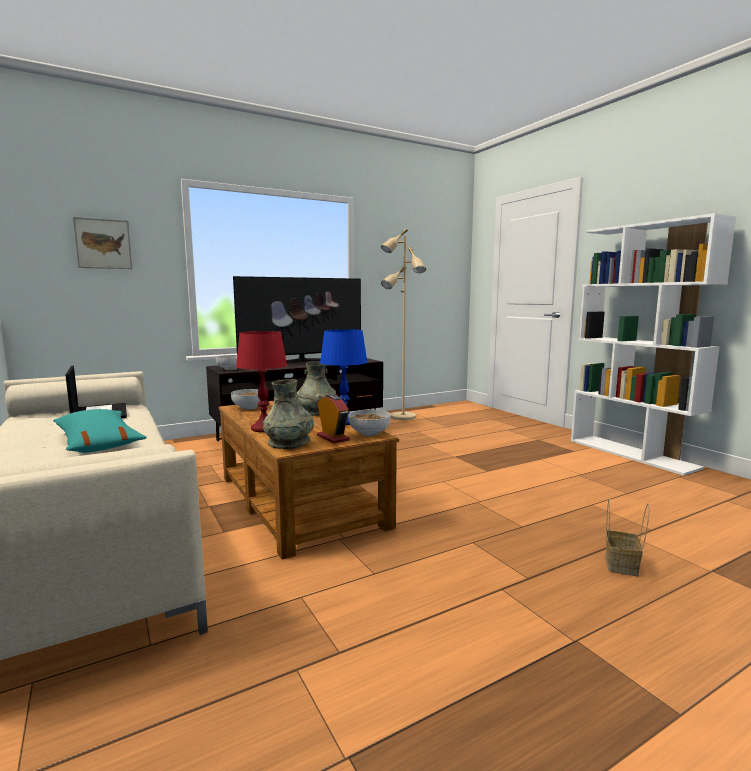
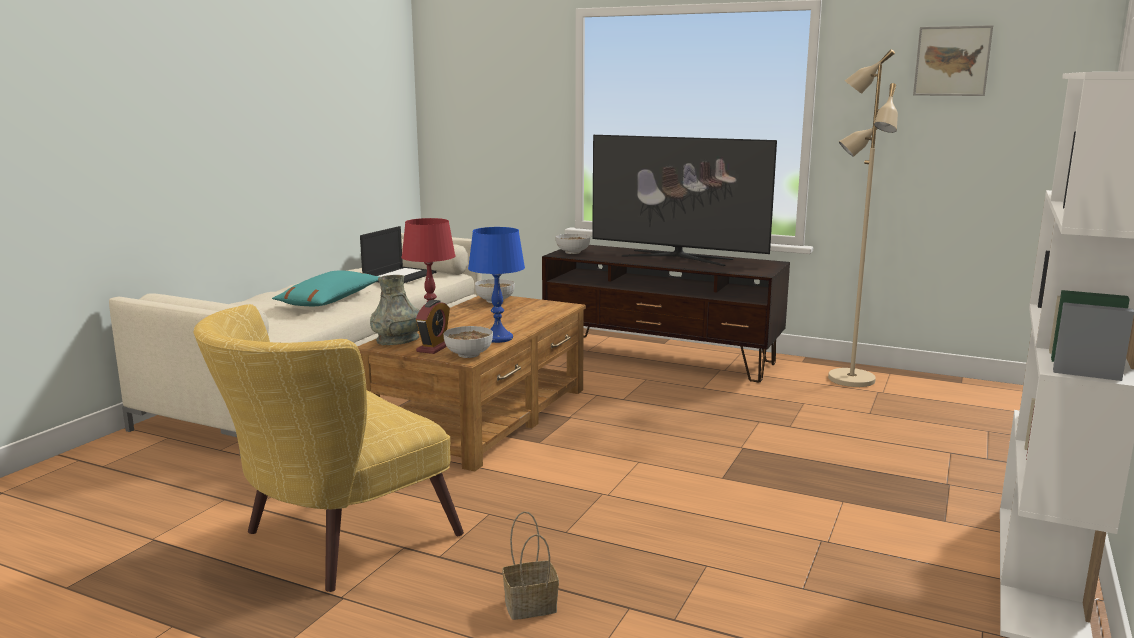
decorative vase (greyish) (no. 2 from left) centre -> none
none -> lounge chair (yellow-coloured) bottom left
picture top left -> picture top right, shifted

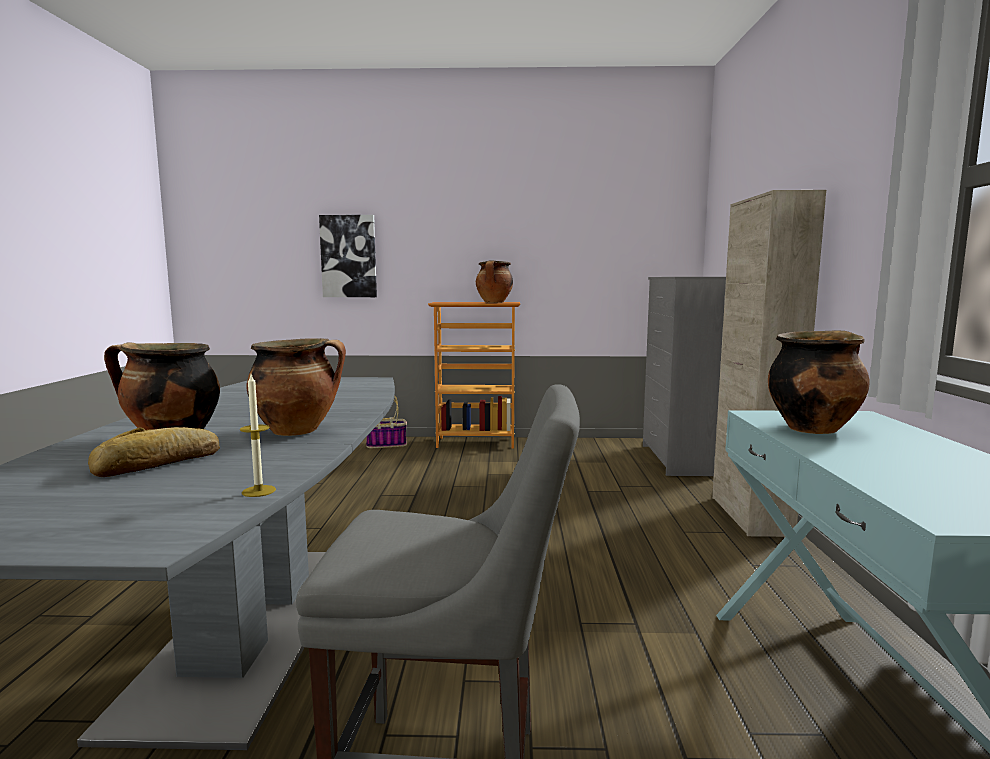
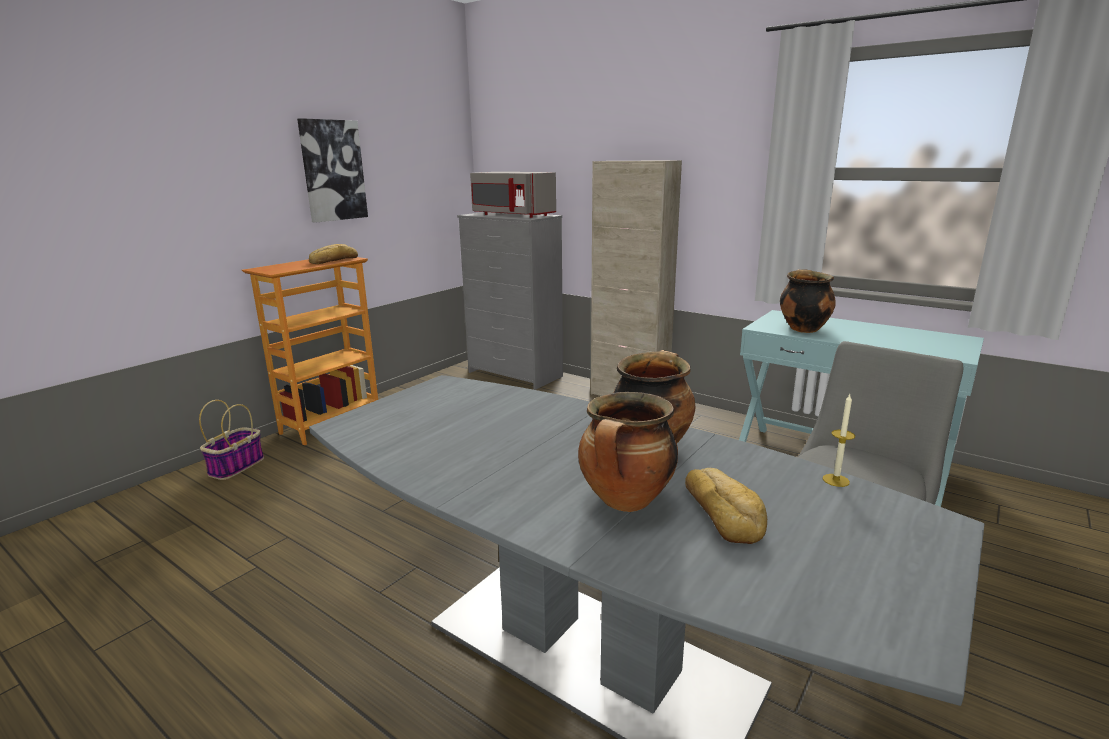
none -> microwave (greyish) top centre
picture centre -> picture top left, shifted
stockpot (no. 3 from left) centre -> bread (no. 1 from left) middle left

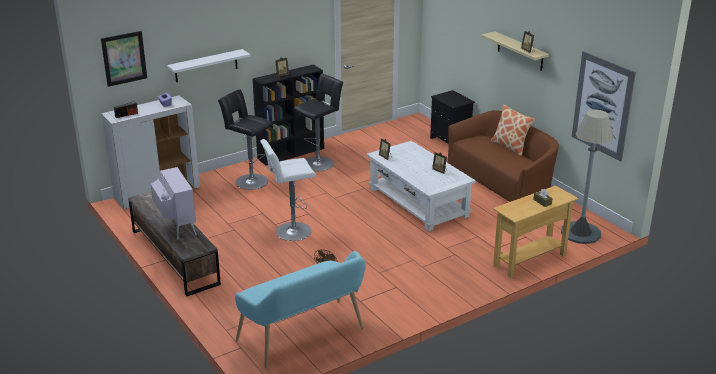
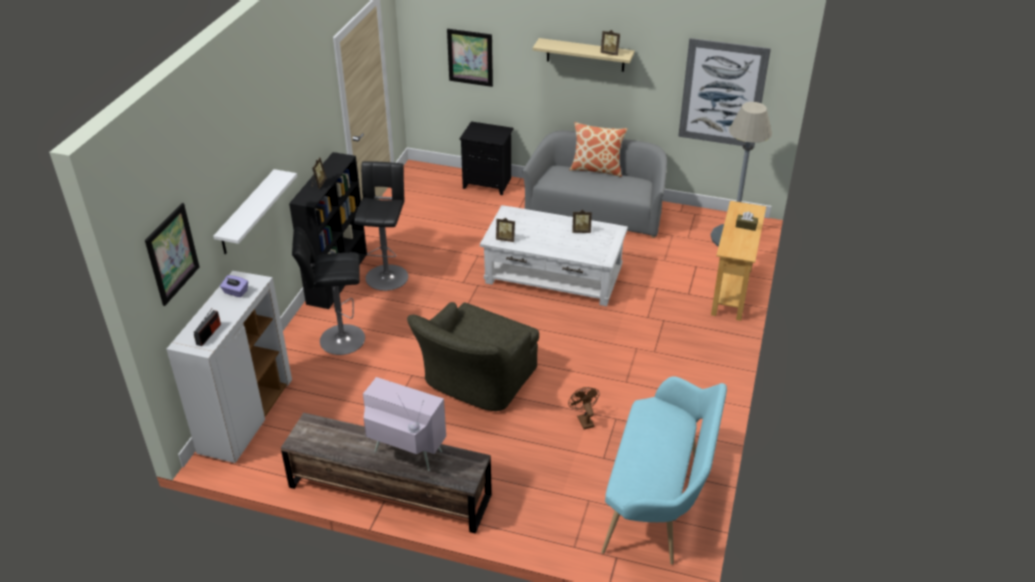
none -> picture (no. 2 from left) top centre
sitting stool (whitish) centre -> lounge chair (green) centre
settee (brown-coloured) middle right -> settee (greyish) top centre

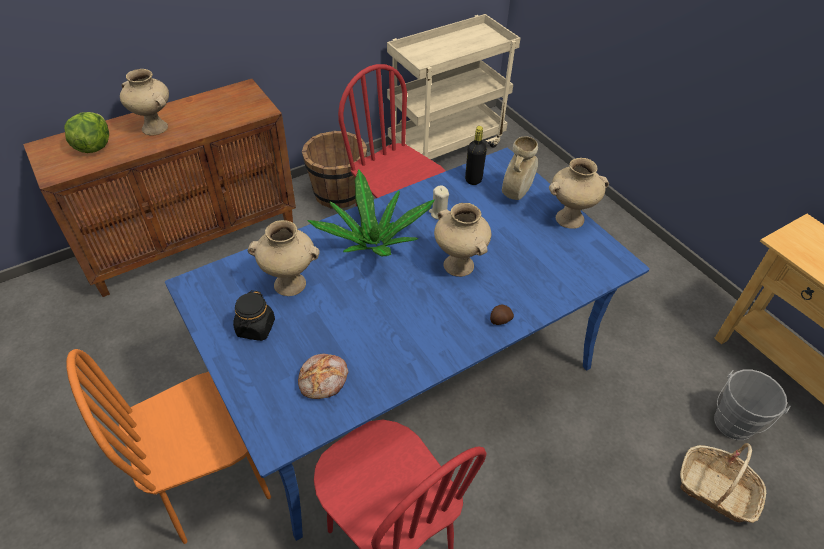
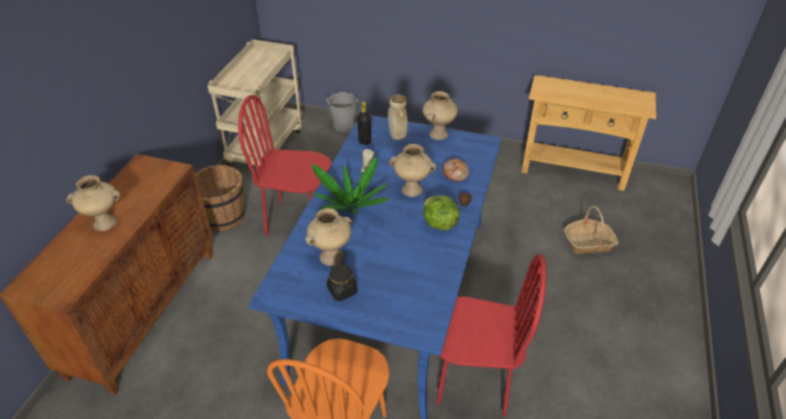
lettuce top left -> lettuce centre, shifted
bread bottom centre -> bread centre, shifted
bucket (greyish) bottom right -> bucket (greyish) top centre, shifted

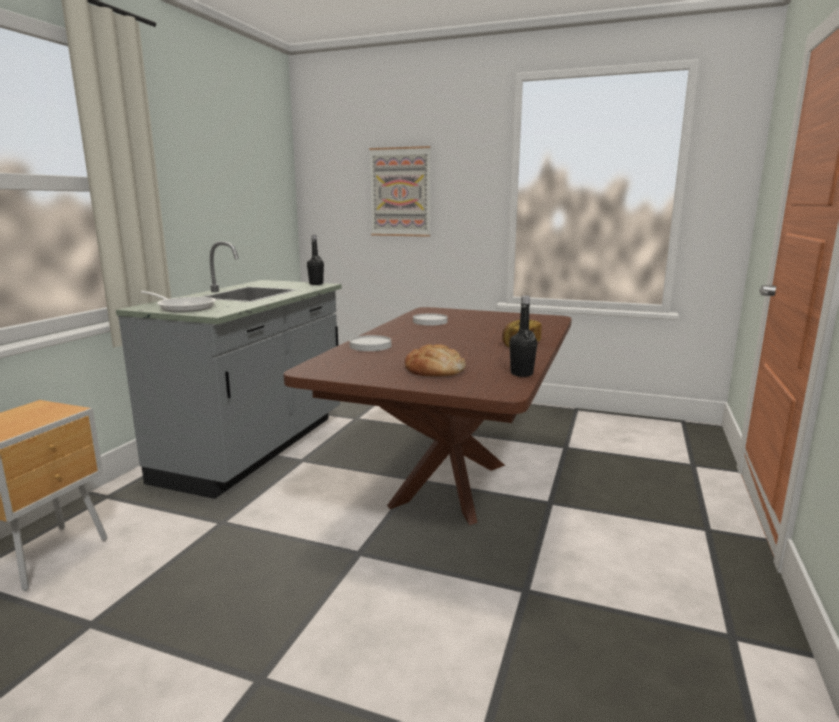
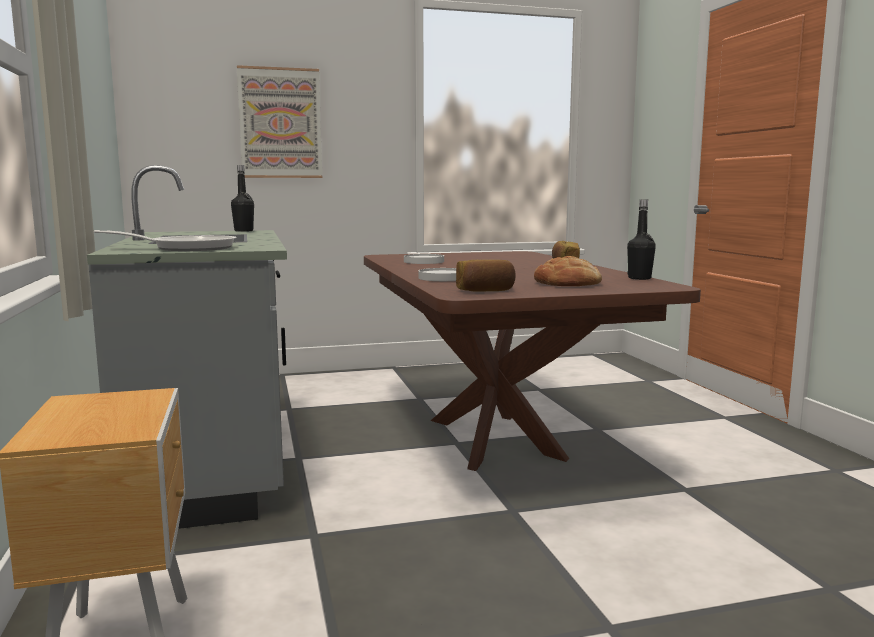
none -> bread (no. 1 from left) centre

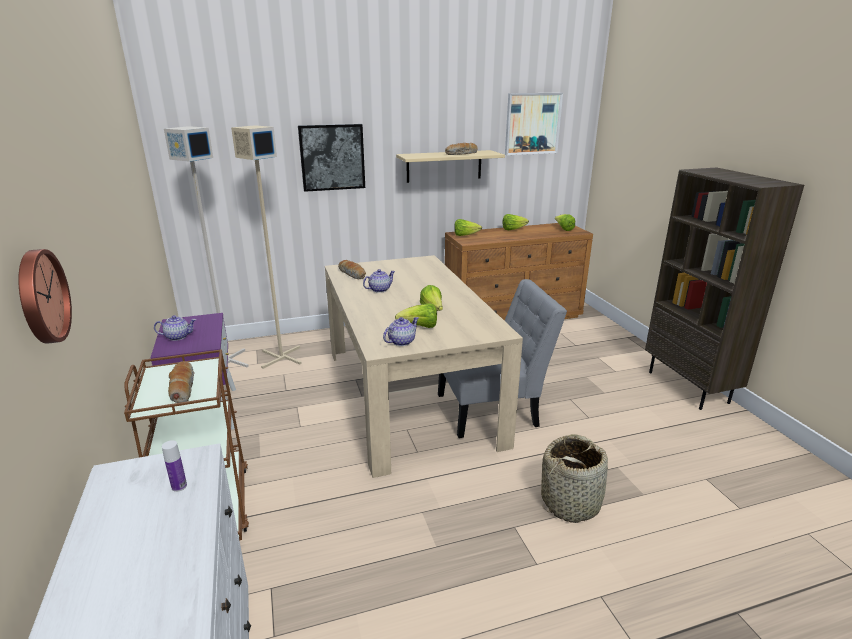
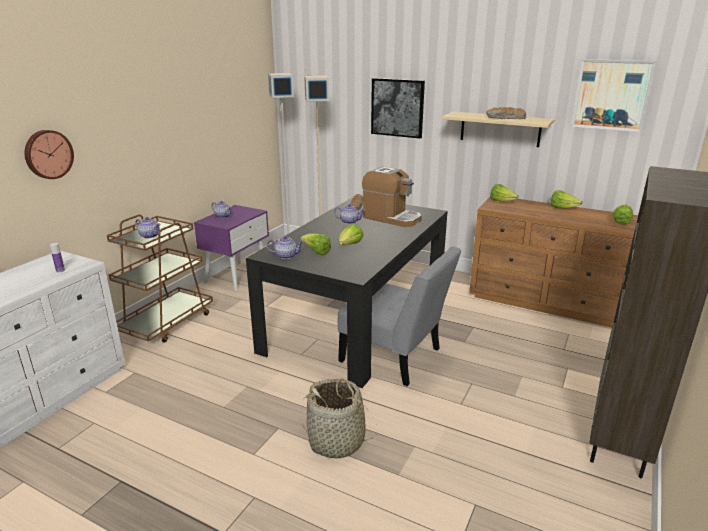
none -> coffee brewer centre
bread (no. 1 from left) middle left -> tea pot (no. 1 from left) middle left
kitchen table (beige-coloured) centre -> kitchen table (black-coloured) centre

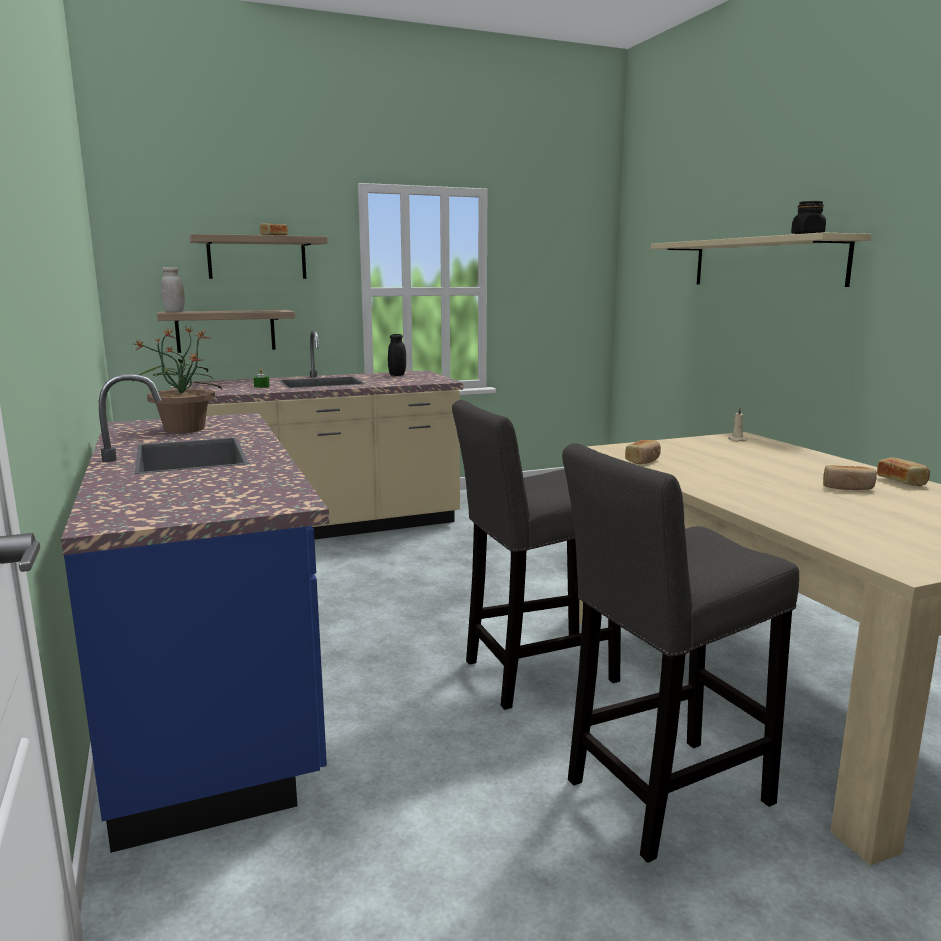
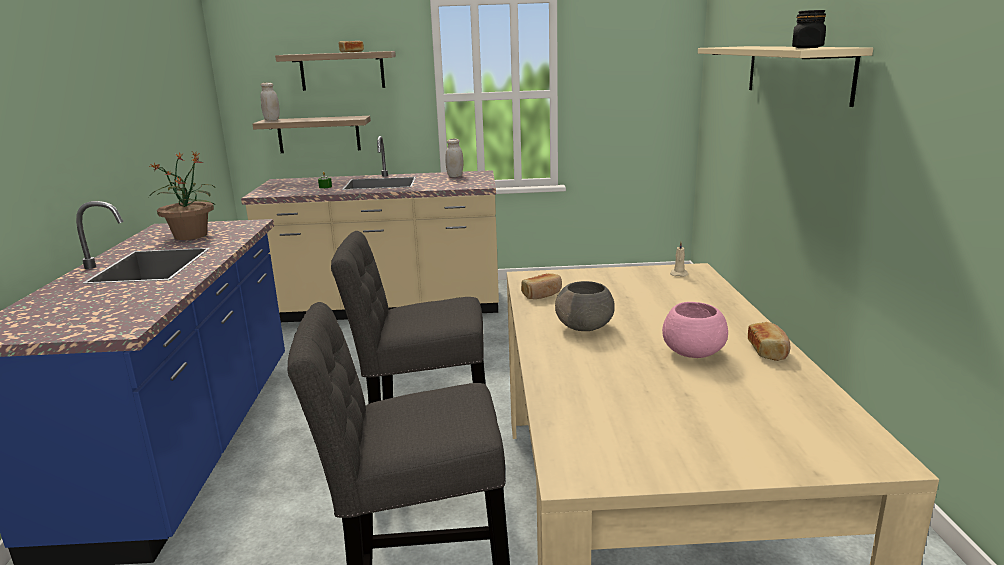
none -> serving bowl (greyish) centre
bread (no. 3 from left) middle right -> serving bowl (pink-coloured) middle right
storage jar (black-coloured) (no. 1 from left) centre -> storage jar (whitish) (no. 2 from left) top centre

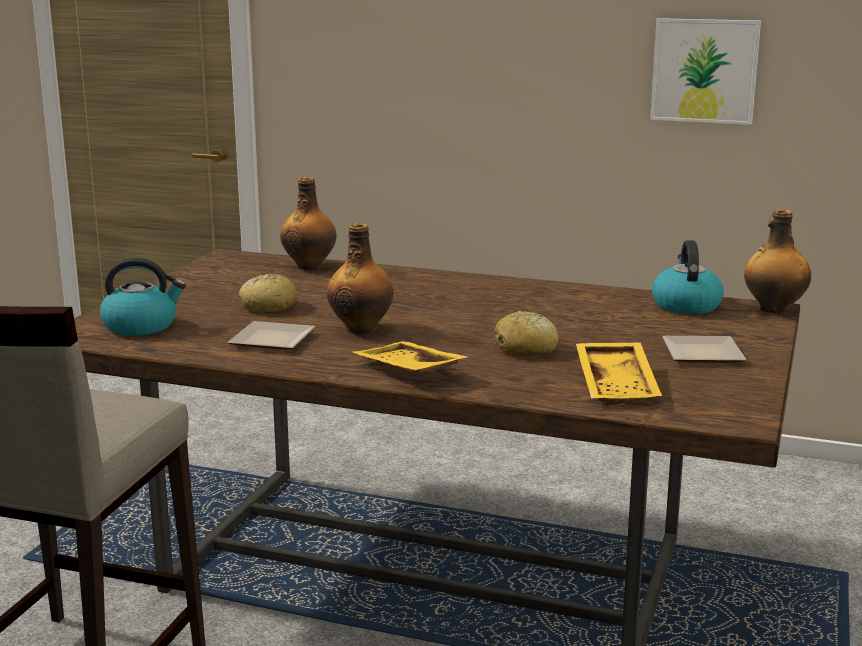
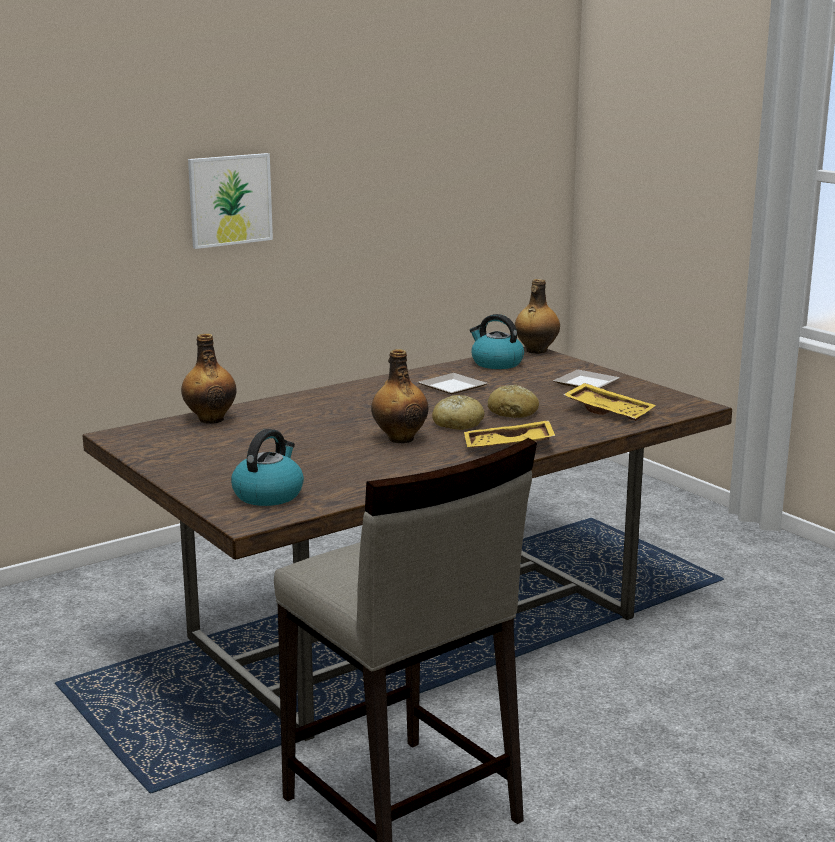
dinner plate (no. 1 from left) middle left -> dinner plate (no. 1 from left) centre, shifted
bread (no. 1 from left) middle left -> bread (no. 1 from left) centre, shifted
picture top right -> picture top left, shifted

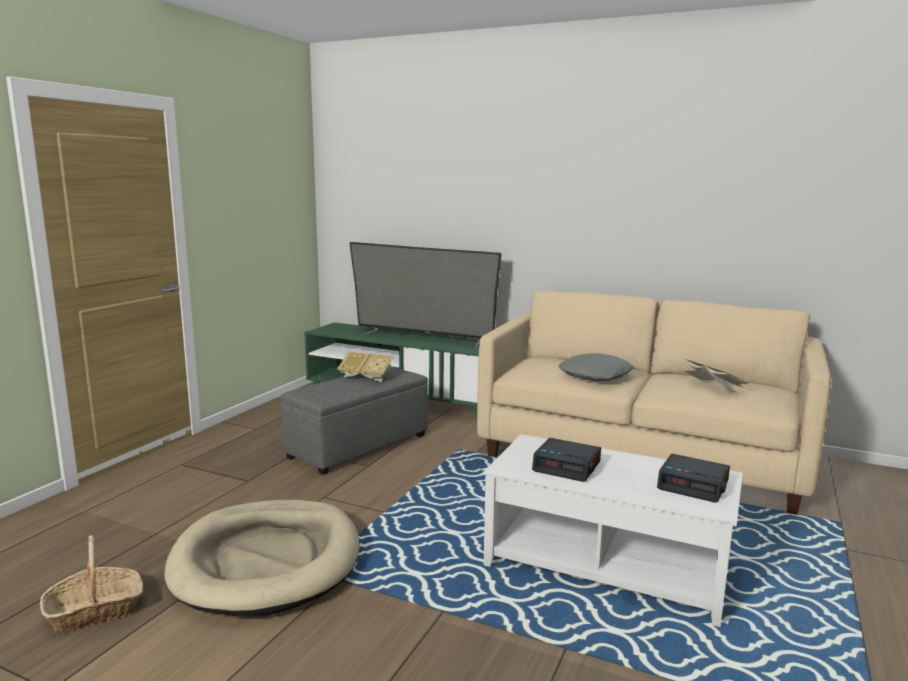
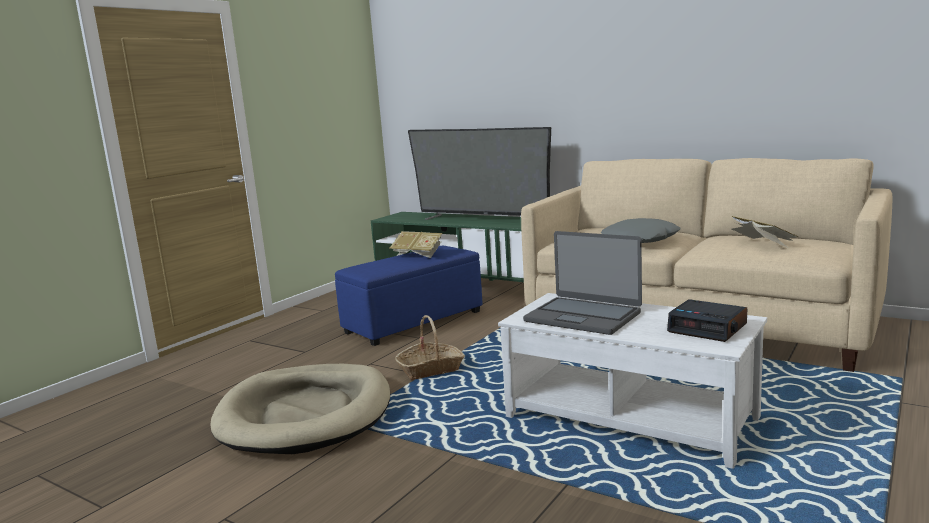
storage basket bottom left -> storage basket centre, shifted
table clock (no. 1 from left) bottom centre -> laptop centre
pouffe (greyish) centre -> pouffe (bluish) centre

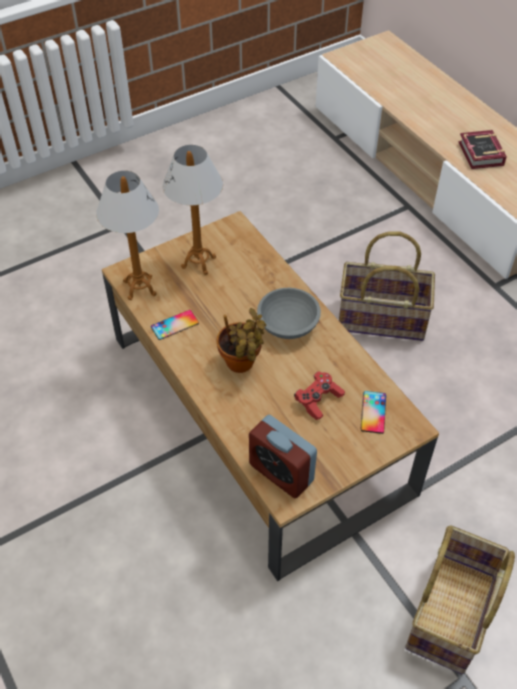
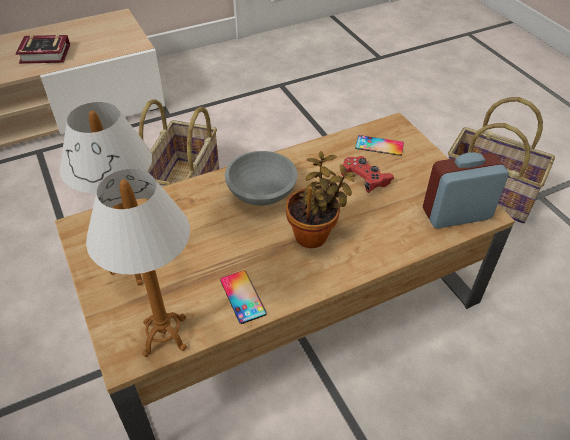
table clock centre -> table clock middle right, 150 degrees counterclockwise

